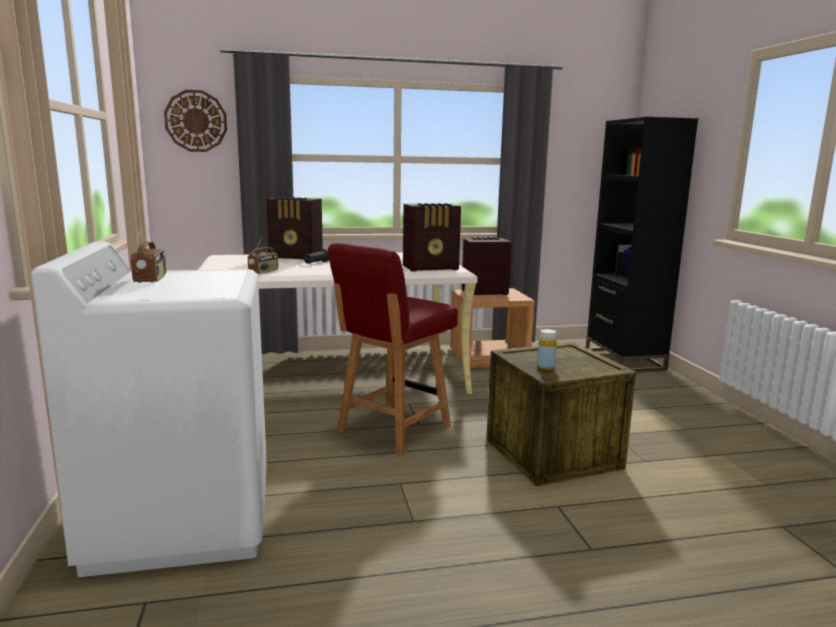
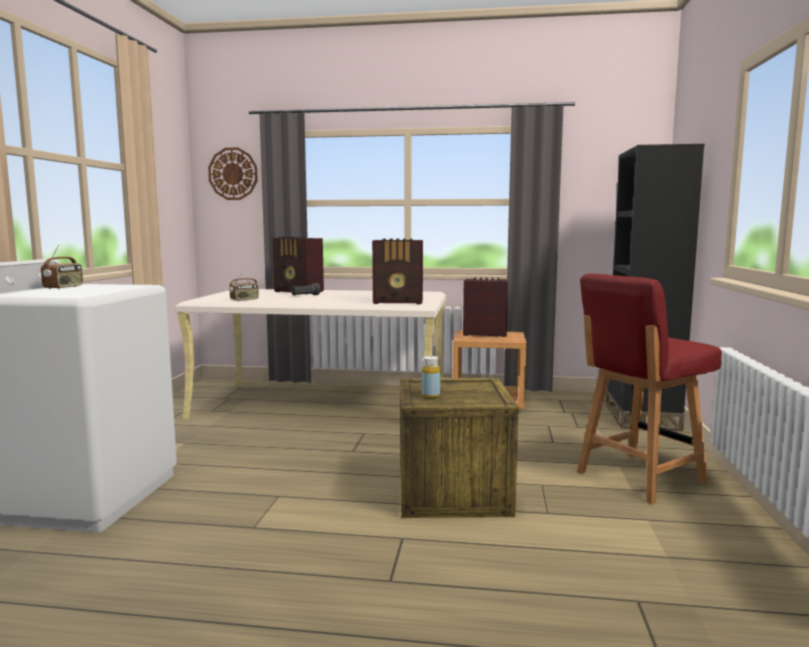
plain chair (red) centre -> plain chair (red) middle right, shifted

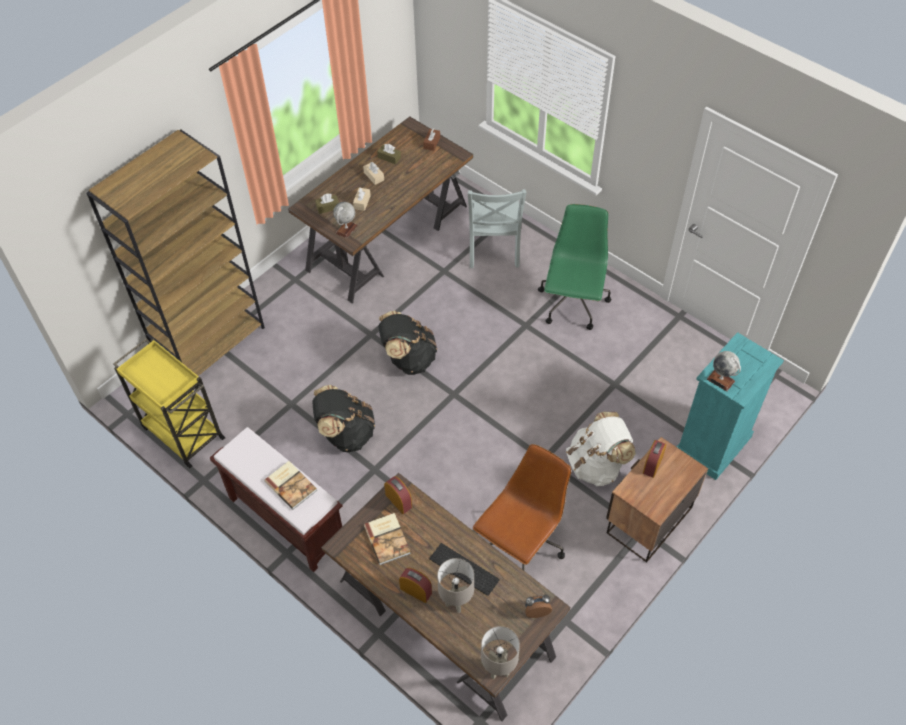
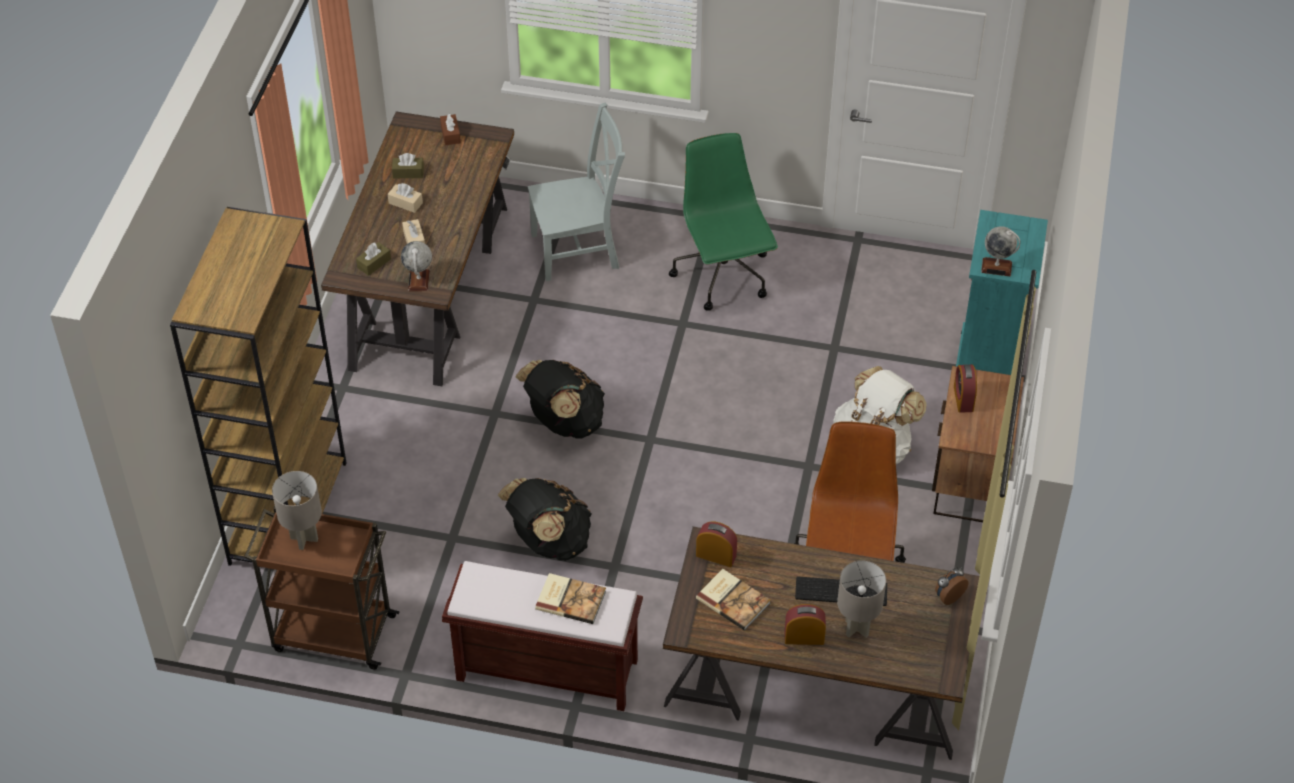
lamp for a table (greyish) (no. 2 from left in the first image) bottom centre -> lamp for a table (greyish) (no. 1 from left) middle left, shifted
trolley (yellow-coloured) middle left -> trolley (brown-coloured) bottom left
plain chair (greyish) top centre, 75 degrees counterclockwise

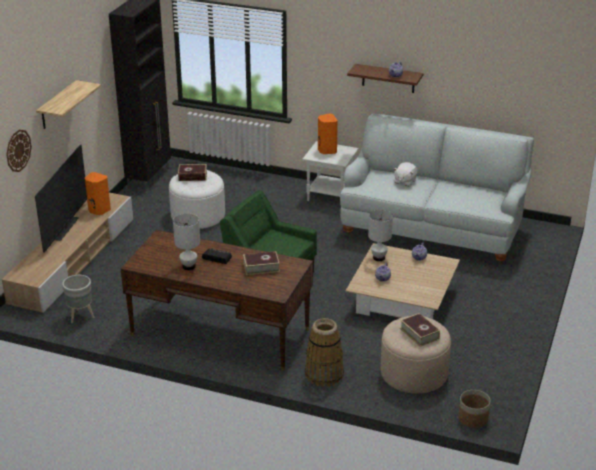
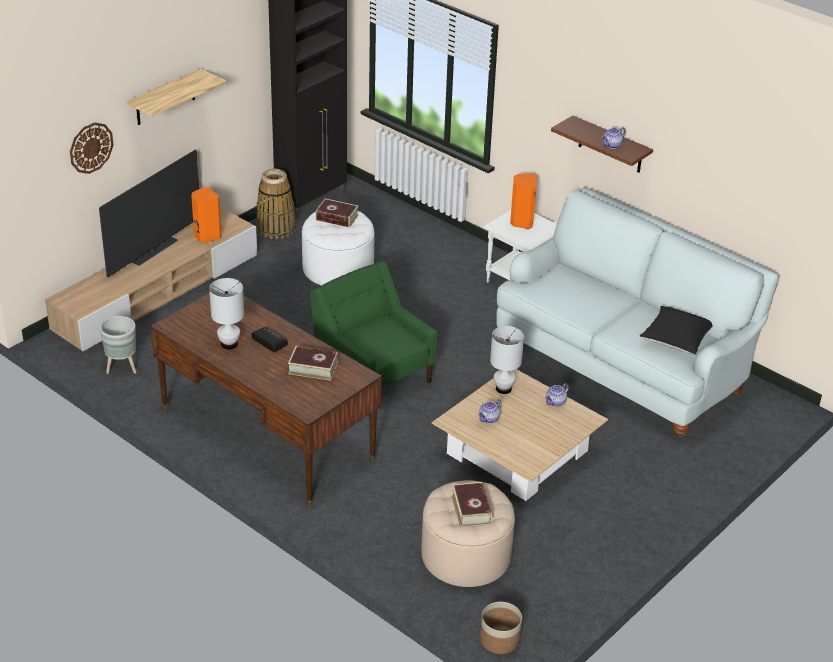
plush toy (whitish) middle right -> none
none -> pillow (black-coloured) middle right
storage basket bottom centre -> storage basket top left, shifted

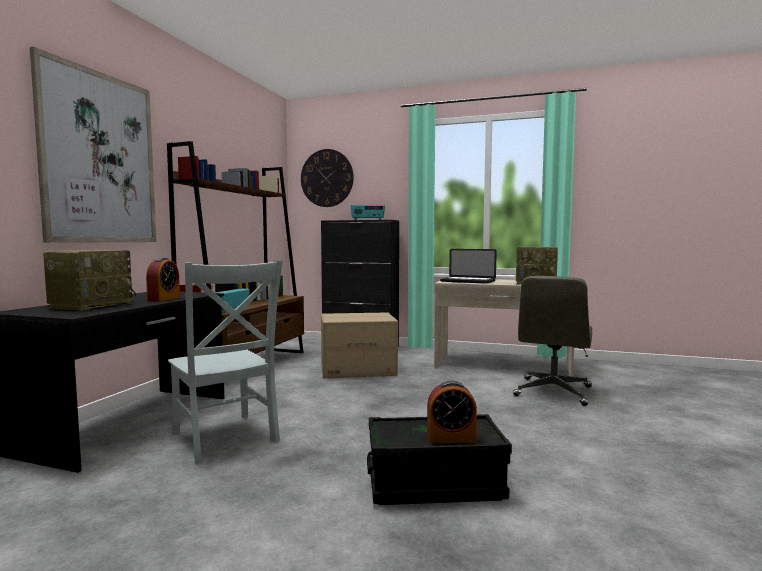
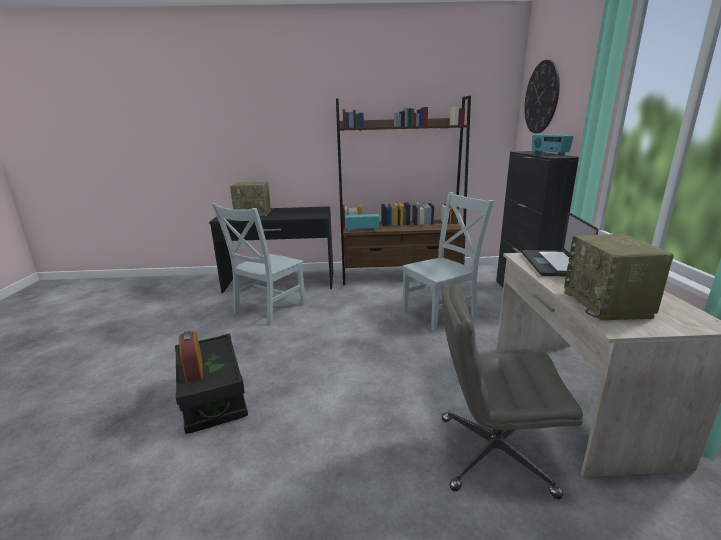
picture top left -> none
table clock (no. 1 from left) middle left -> none
cardboard box centre -> plain chair (greyish) (no. 2 from left) centre

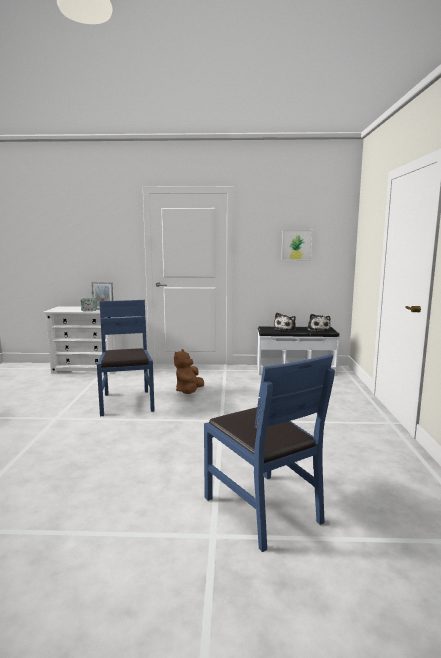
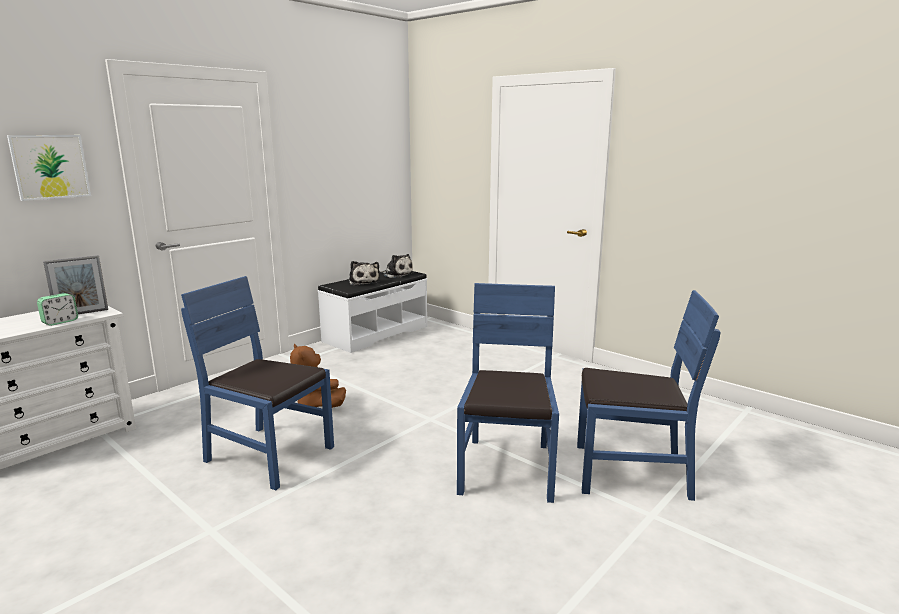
none -> plain chair (bluish) (no. 2 from left) centre
picture middle right -> picture top left, shifted

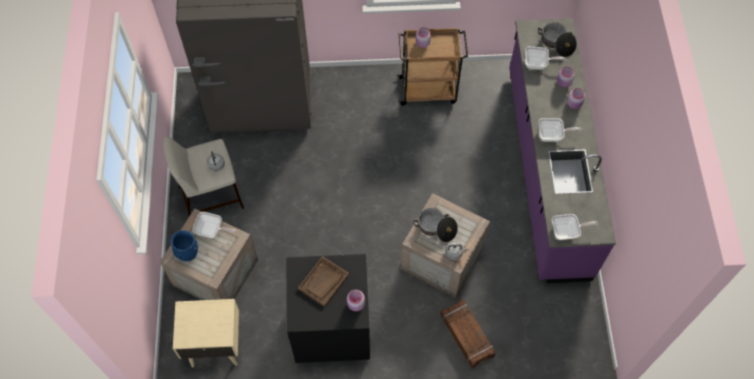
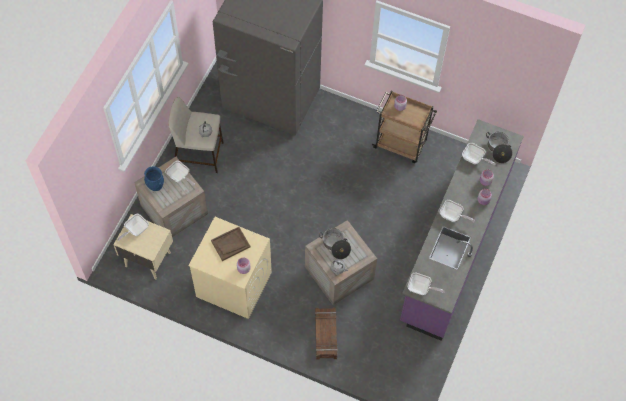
none -> pan (no. 1 from left) middle left
laundry machine (black-coloured) bottom centre -> laundry machine (beige-coloured) bottom centre

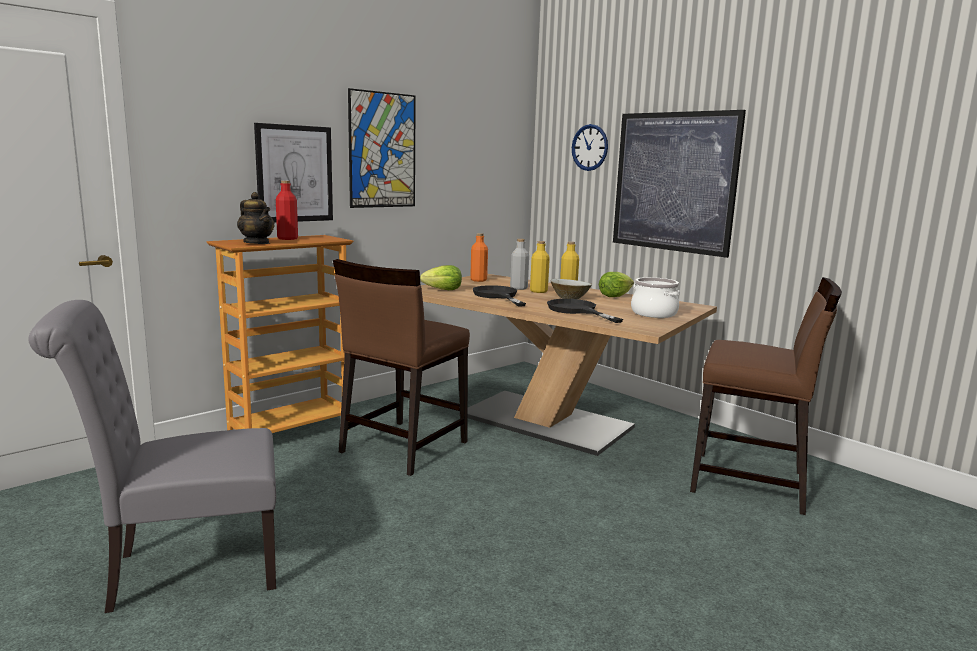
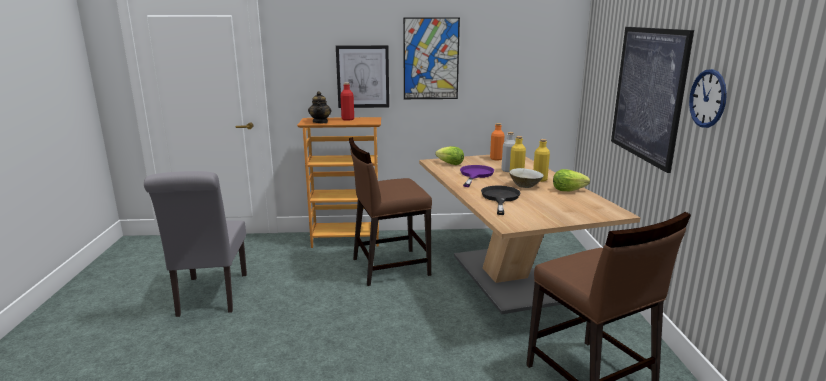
stockpot middle right -> none
clock on the wall top centre -> clock on the wall top right, shifted
pan (black-coloured) (no. 1 from left) centre -> pan (purple) centre
plain chair (greyish) bottom left -> plain chair (greyish) middle left, 120 degrees counterclockwise

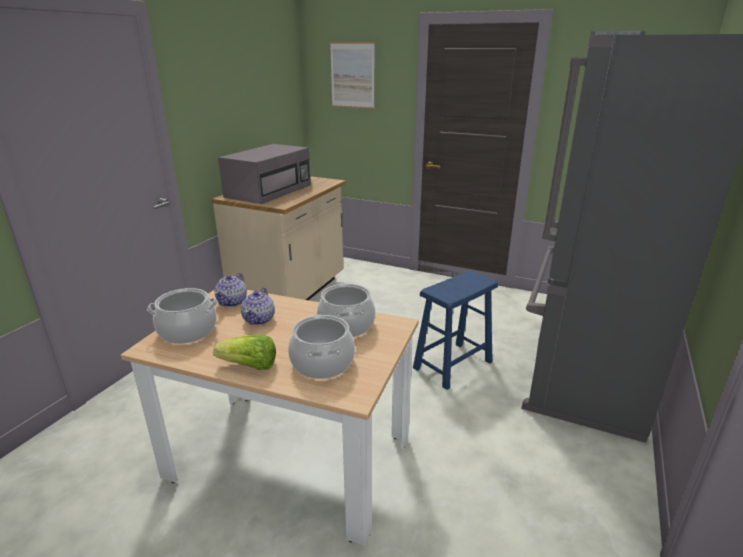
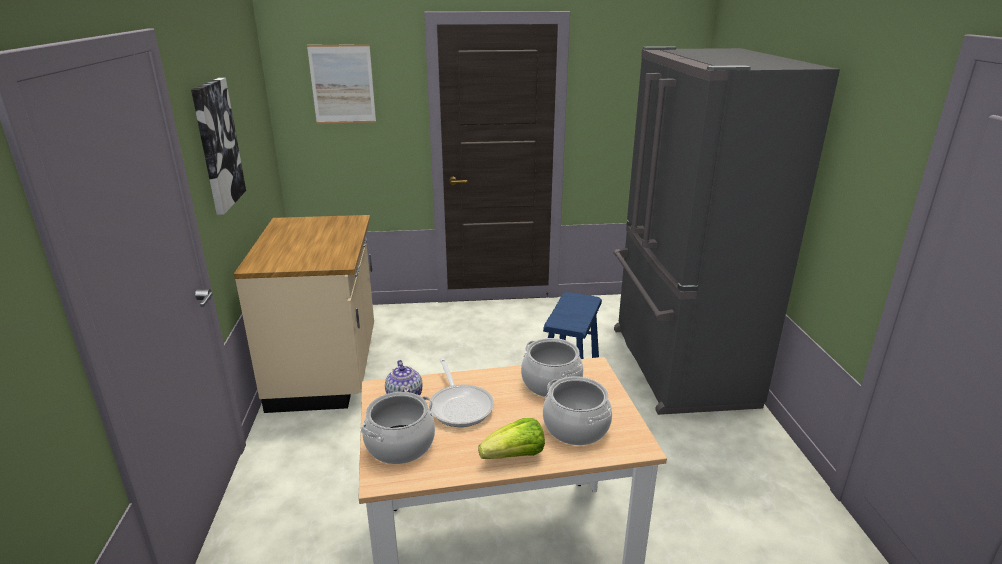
microwave (greyish) top centre -> none
none -> picture (no. 1 from left) top left
tea pot (no. 2 from left) centre -> pan bottom centre

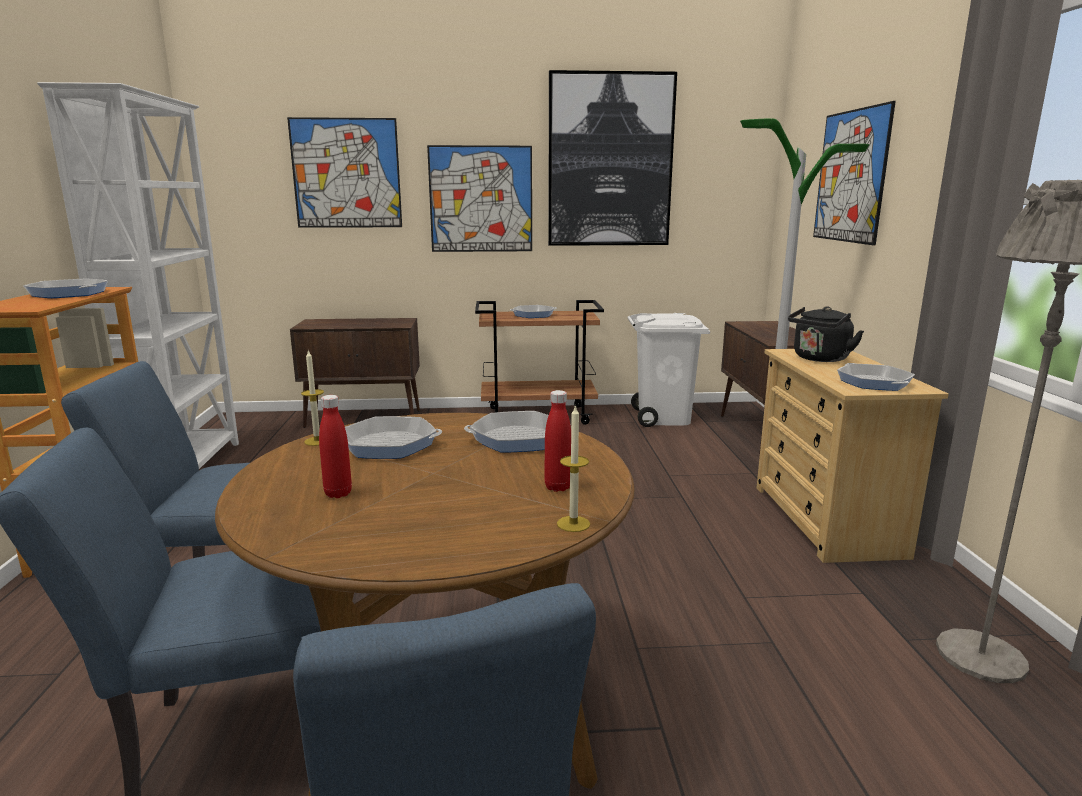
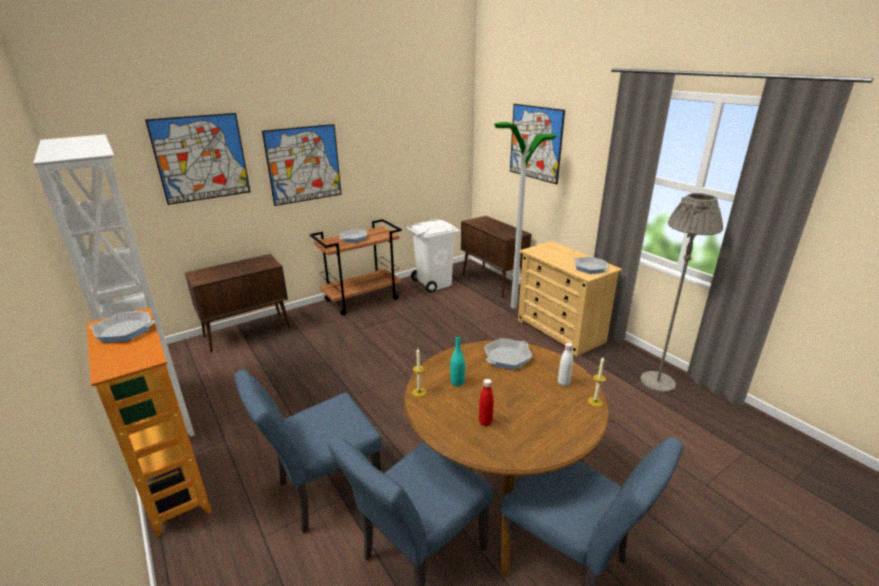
picture (no. 3 from left) top centre -> none
tea kettle (black-coloured) middle right -> none
pan (no. 2 from left) centre -> beverage bottle (turquoise-coloured) centre
beverage bottle (red) (no. 2 from left) centre -> beverage bottle (whitish) centre

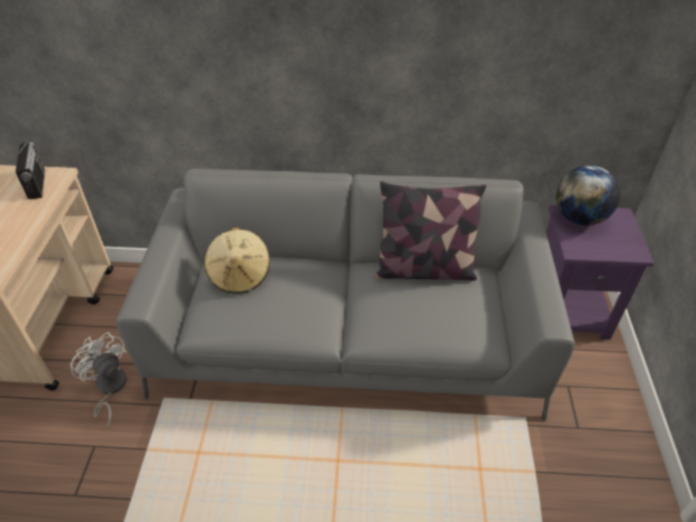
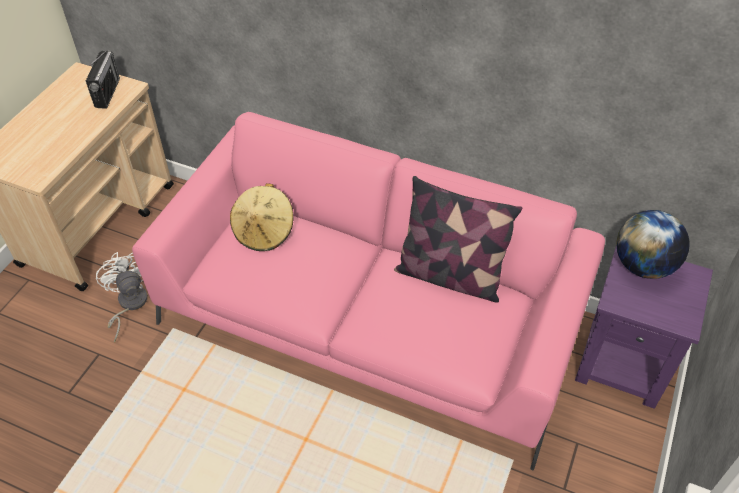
settee (greyish) centre -> settee (pink-coloured) centre

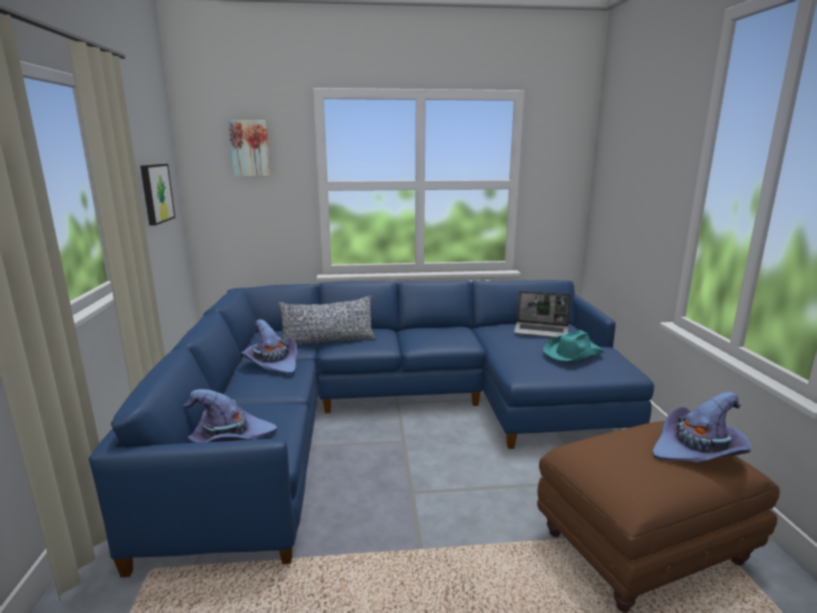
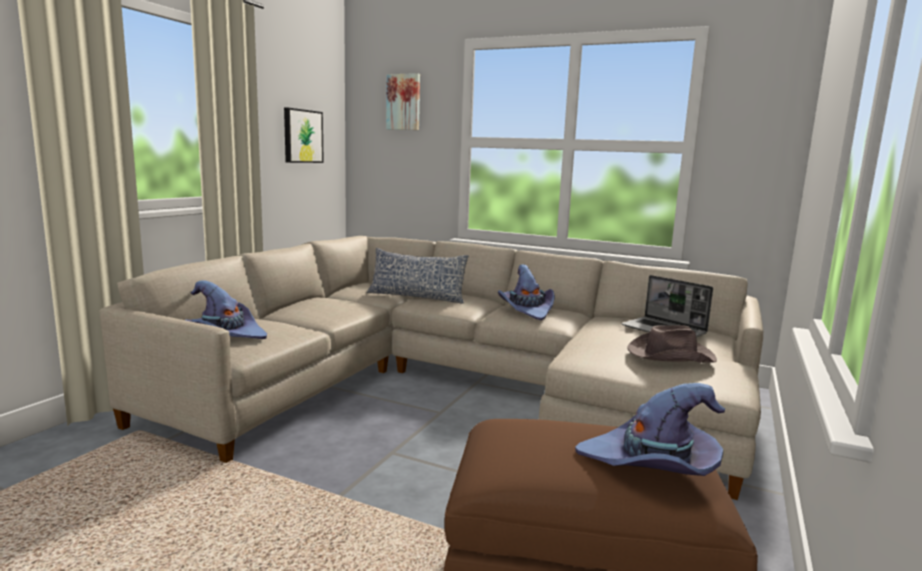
hat (purple) (no. 2 from left) middle left -> hat (purple) (no. 2 from left) centre, shifted
settee (bluish) bottom centre -> settee (beige-coloured) centre
hat (turquoise-coloured) middle right -> hat (brown-coloured) middle right

